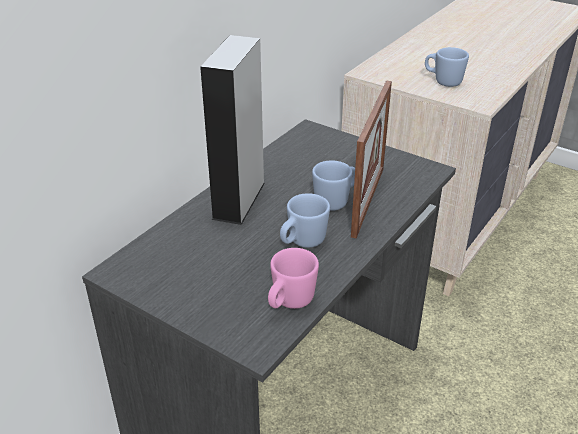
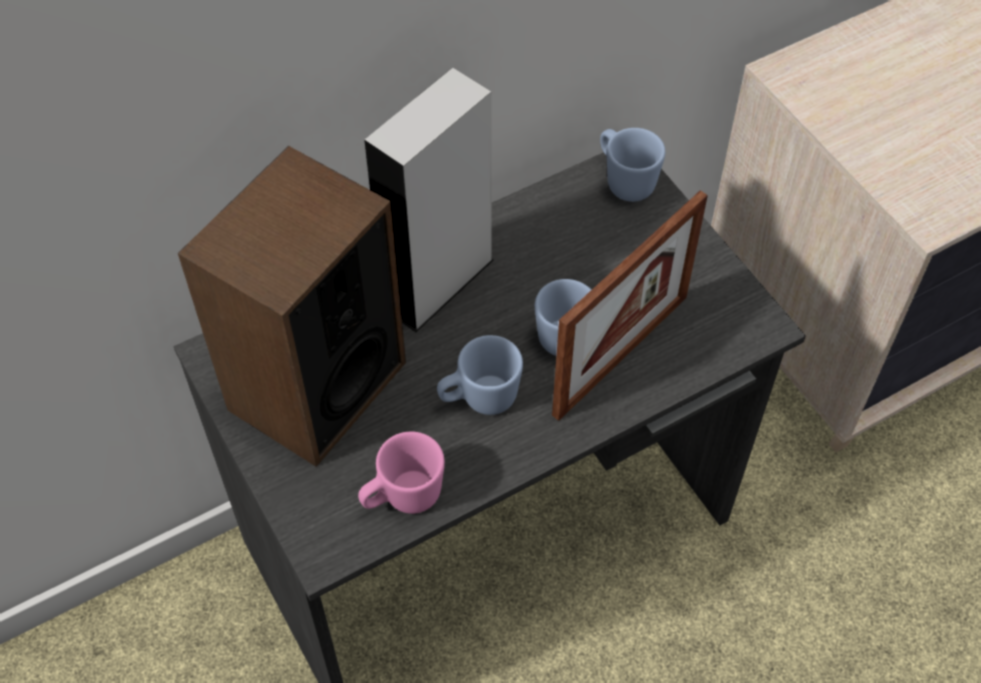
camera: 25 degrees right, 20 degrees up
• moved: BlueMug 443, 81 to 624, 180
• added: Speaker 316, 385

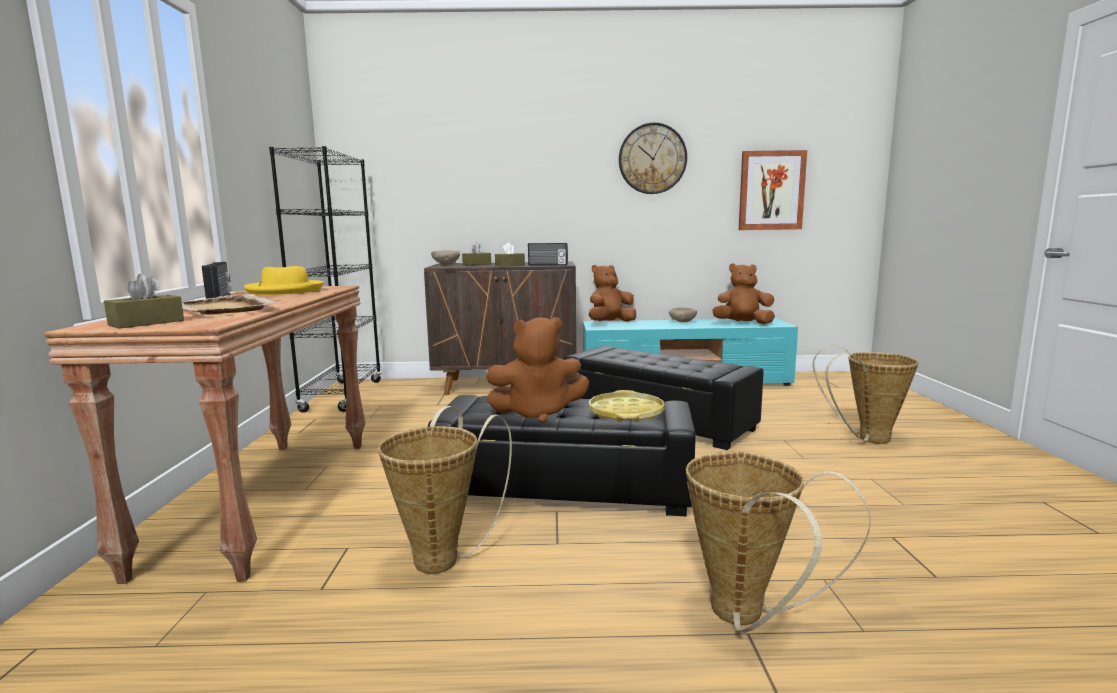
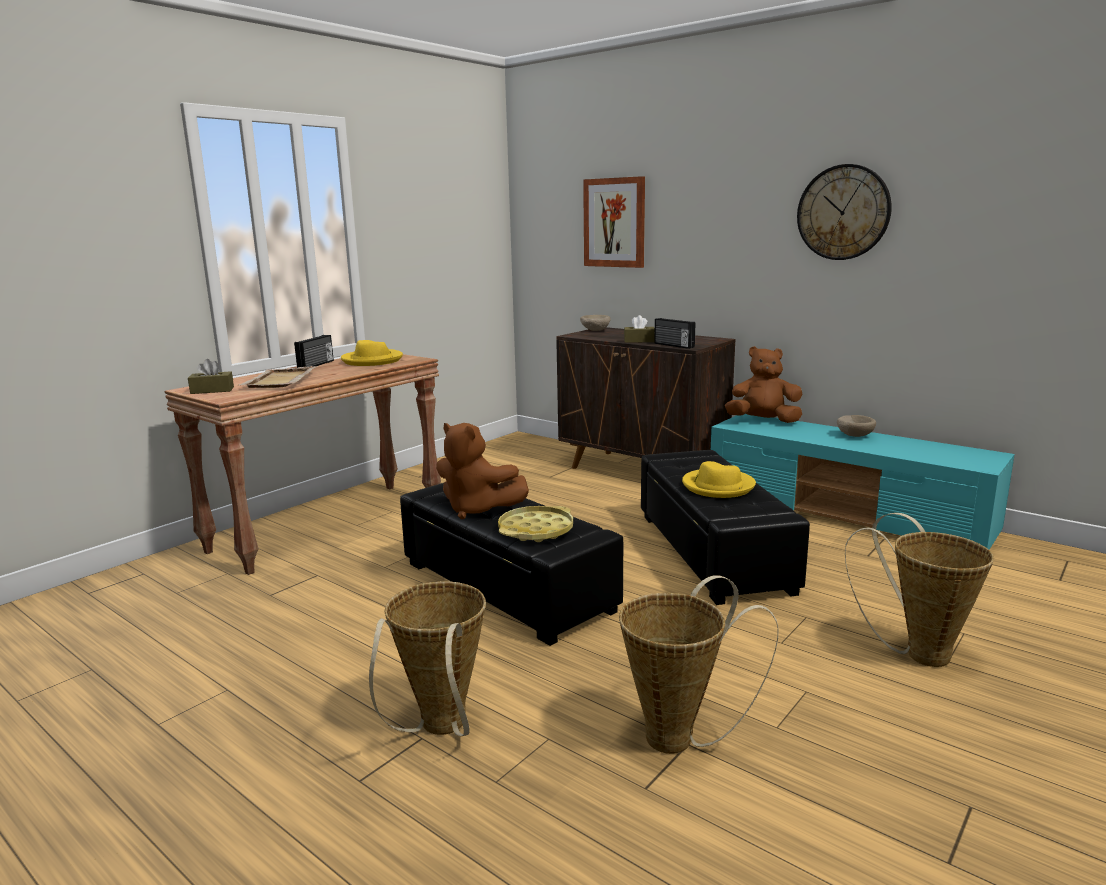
camera: 40 degrees right, 5 degrees up
• removed: BlackBookcase 343, 396
• moved: Picture 771, 190 to 614, 223
• removed: BrownTissueBox 477, 264
• removed: BrownPlushToy 742, 323
• moved: Basket 444, 557 to 680, 737
• added: YellowHat 718, 486

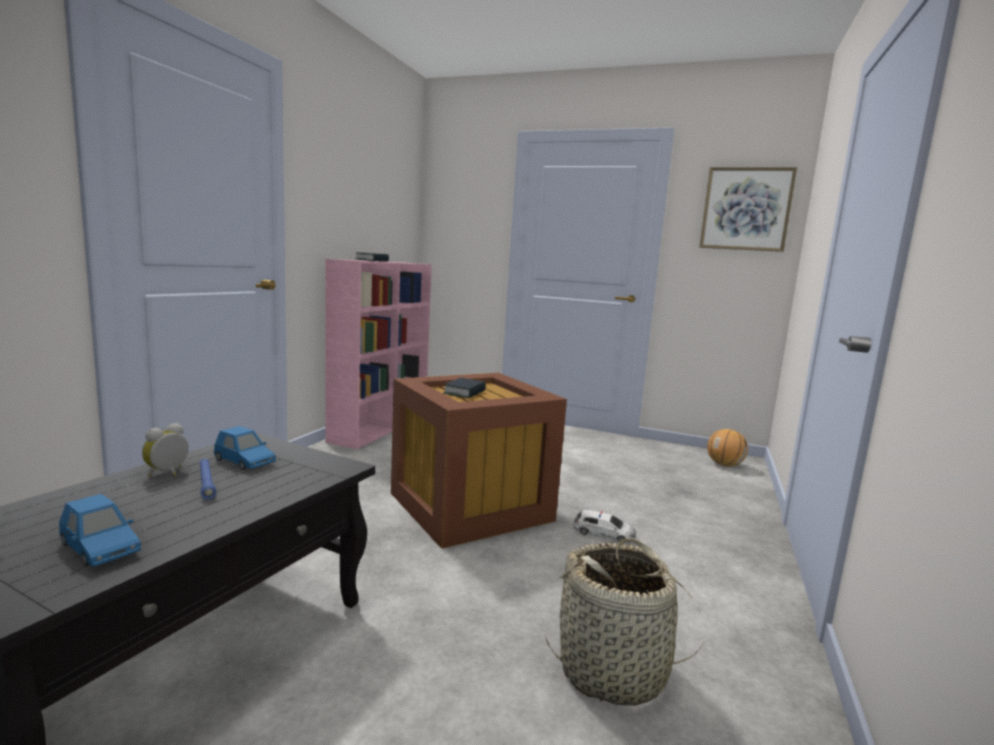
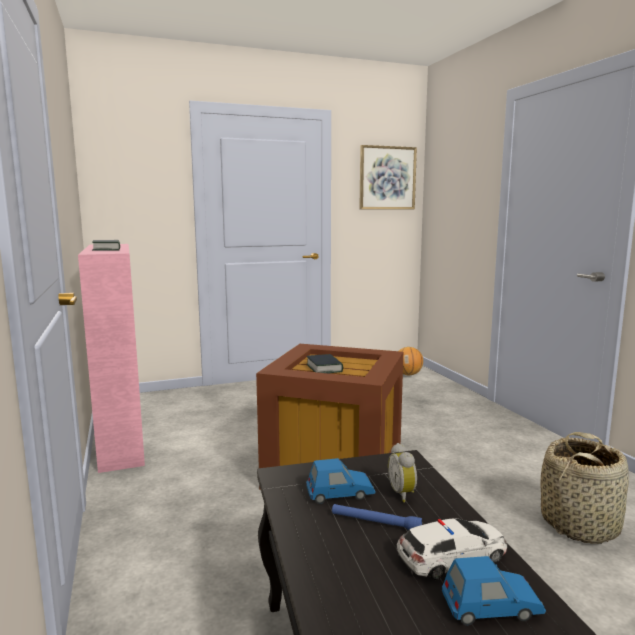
camera: 40 degrees left, 0 degrees up
• moved: AlarmClock 168, 473 to 403, 493
• moved: ToyCar 604, 533 to 452, 557

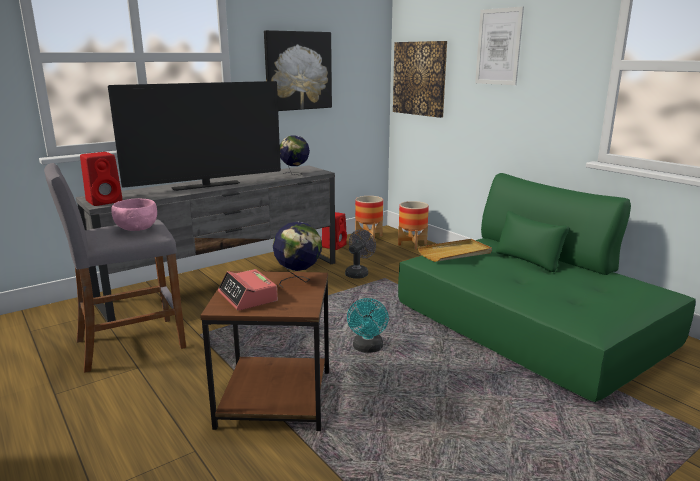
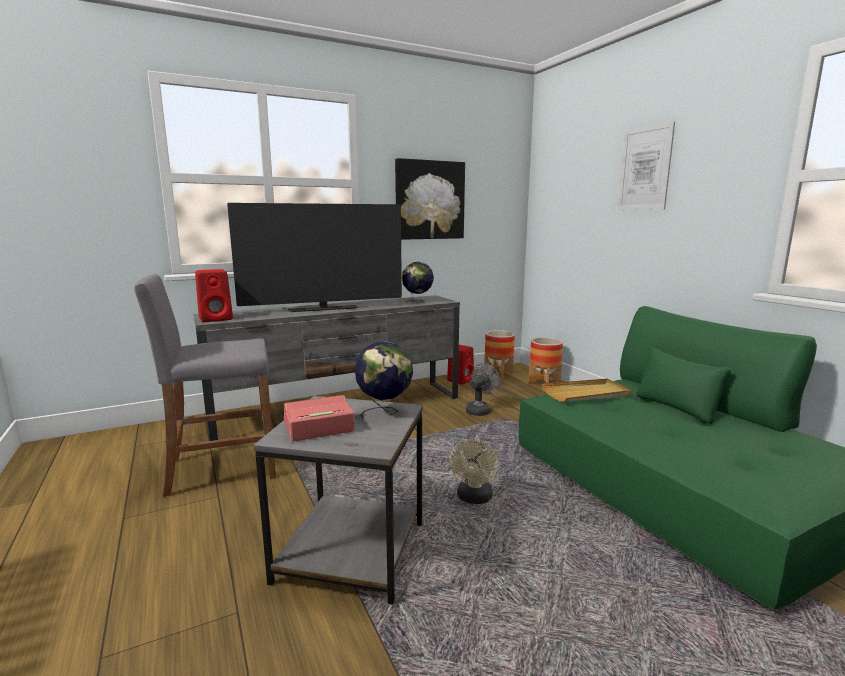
camera: 10 degrees right, 5 degrees down
• removed: Picture 419, 78
• removed: PinkBowl 136, 228
• turned: AlarmClock 248, 297 = 318, 427 90 degrees clockwise
• recoloured: BrownSideTable 273, 399 to GreySideTable 349, 553
• recoloured: TurquoiseFan 367, 349 to BeigeFan 474, 498

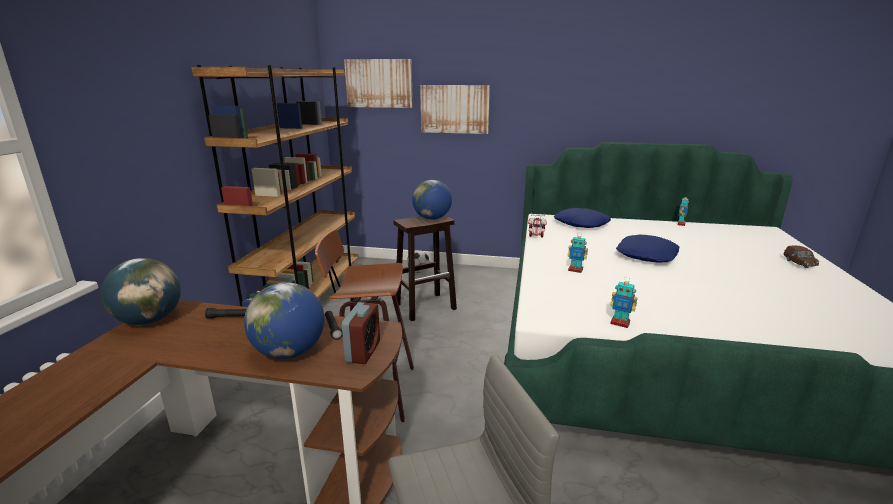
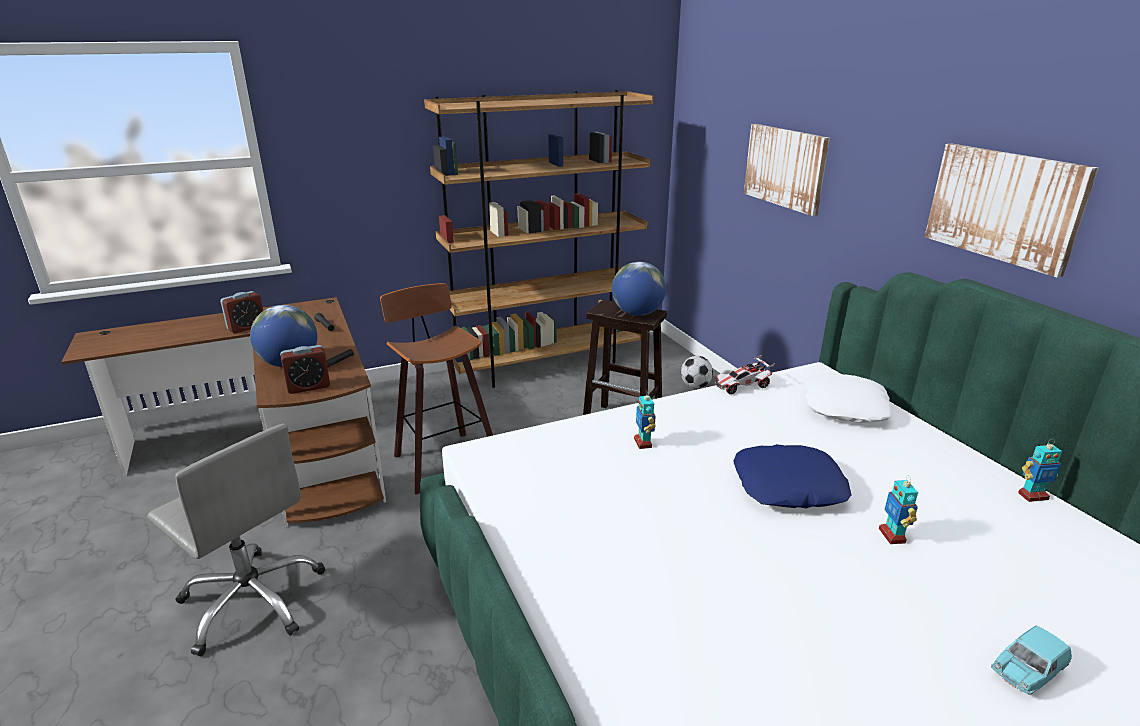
camera: 55 degrees right, 5 degrees up
• moved: Picture 379, 83 to 1004, 206
• recoloured: BluePillow 581, 224 to WhitePillow 844, 407
• recoloured: BrownToyCar 799, 264 to TurquoiseToyCar 1026, 673
• removed: Globe 149, 320
• moved: ToyRobot 620, 323 to 892, 536
• added: AlarmClock 246, 327

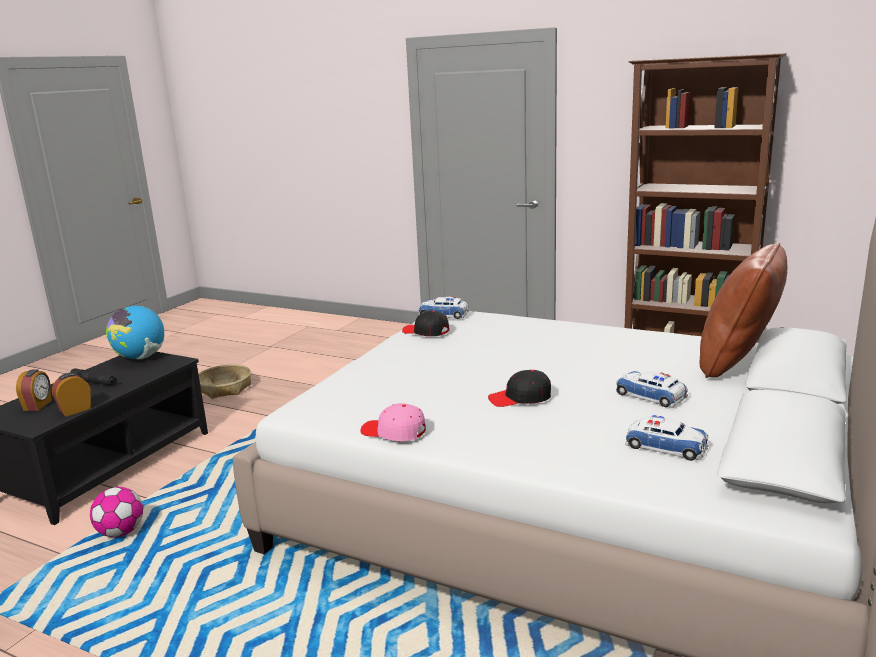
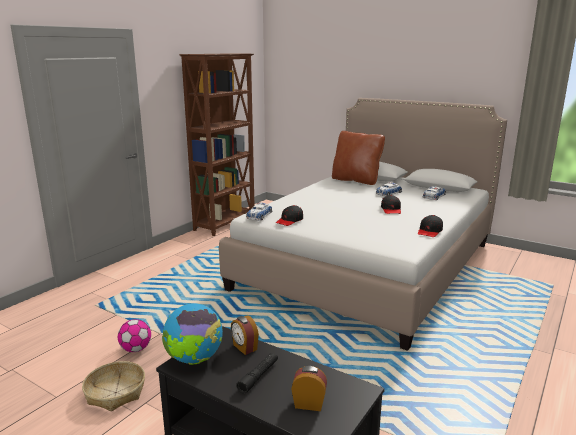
camera: 85 degrees left, 0 degrees up
• moved: AlarmClock 75, 410 to 244, 347
• recoloured: PinkCap 394, 432 to BlackCap 430, 231
• moved: Football 121, 532 to 136, 349

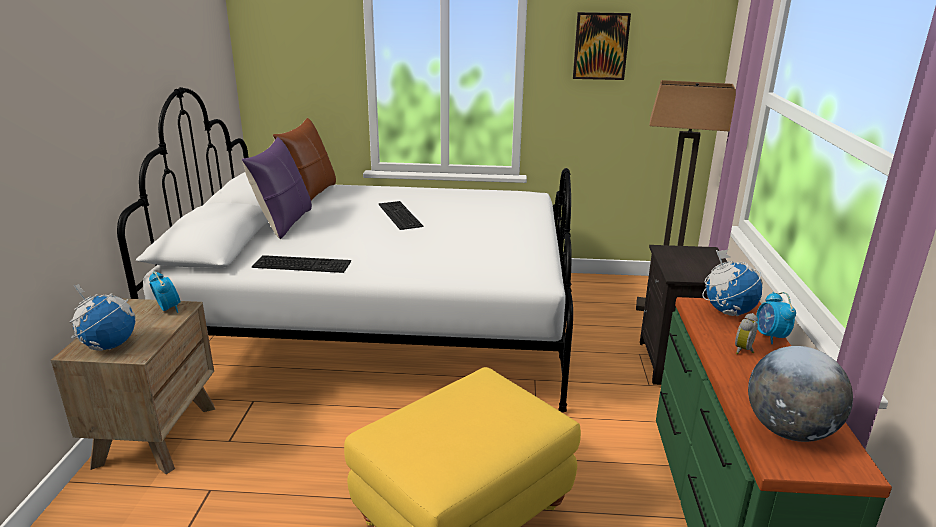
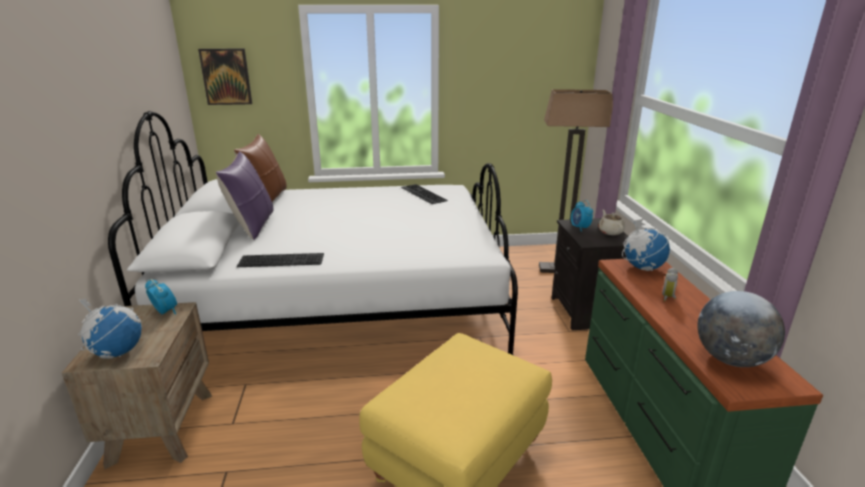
camera: 10 degrees left, 0 degrees up
• moved: Picture 600, 46 to 226, 76
• moved: Keyboard 398, 215 to 422, 194
• moved: AlarmClock 770, 336 to 579, 228
• added: BeigeTeapot 610, 231

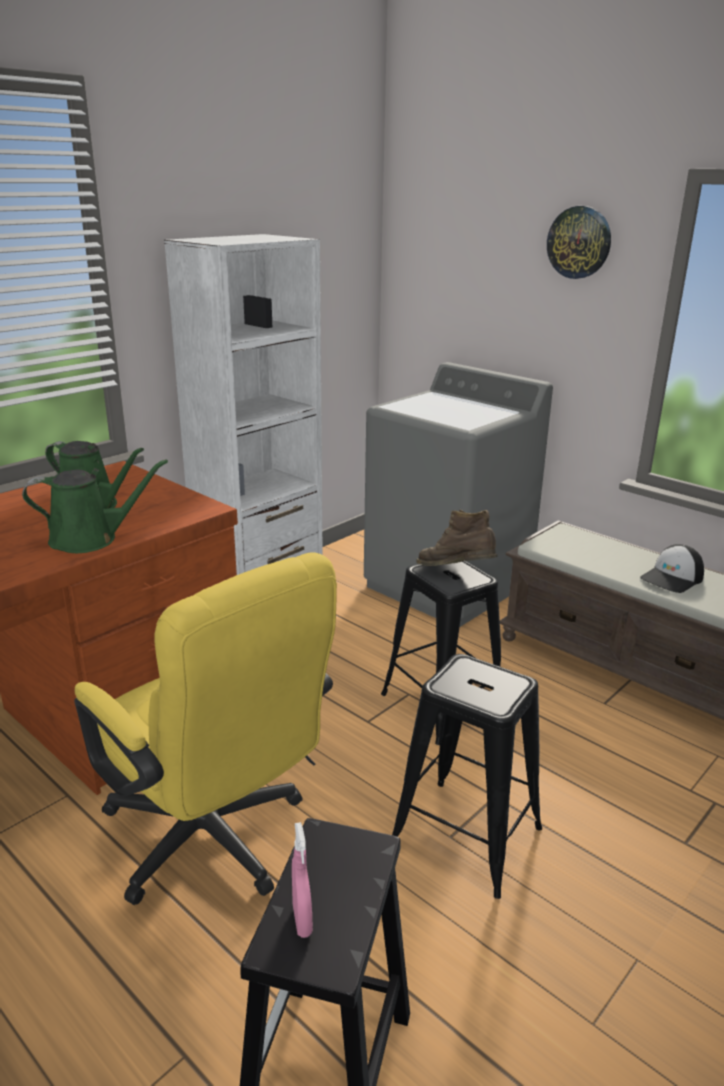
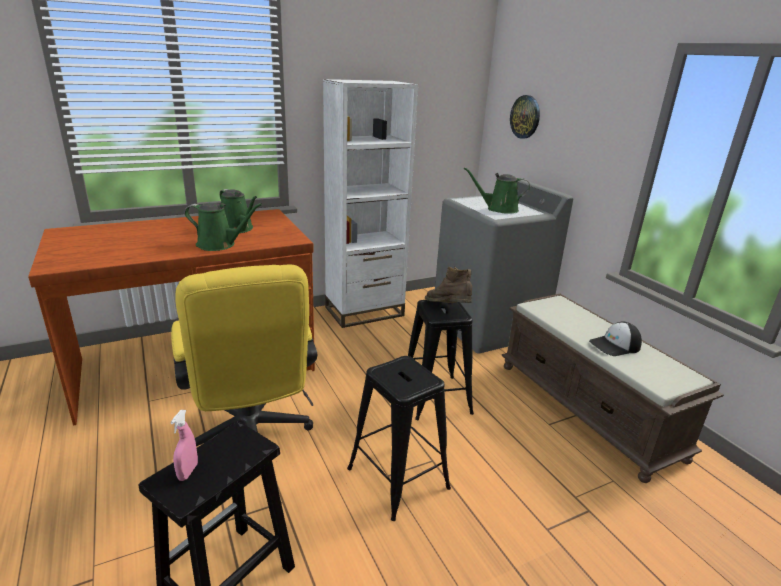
camera: 20 degrees right, 0 degrees up
• moved: WallClock 579, 242 to 525, 117
• added: GreenWateringCan 499, 209

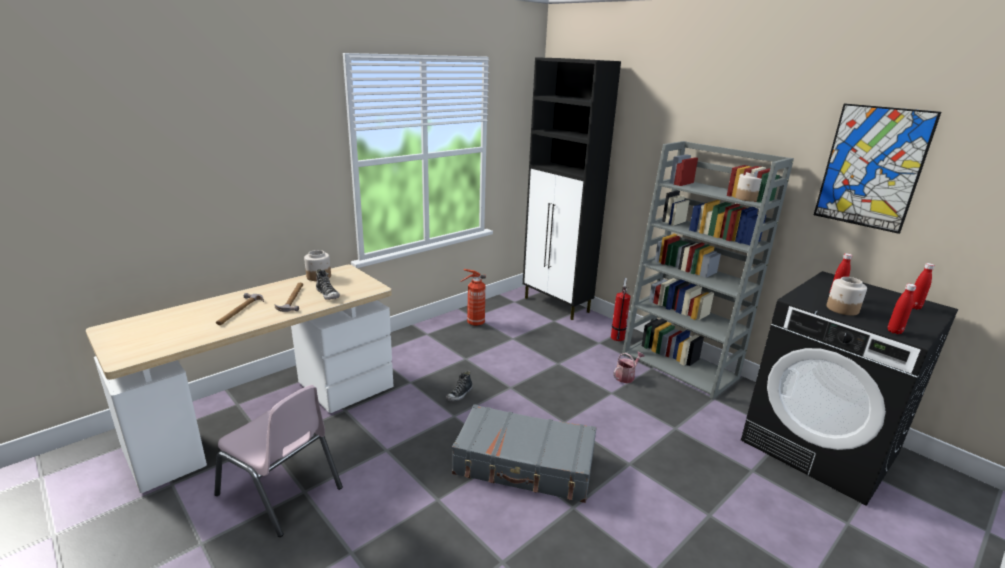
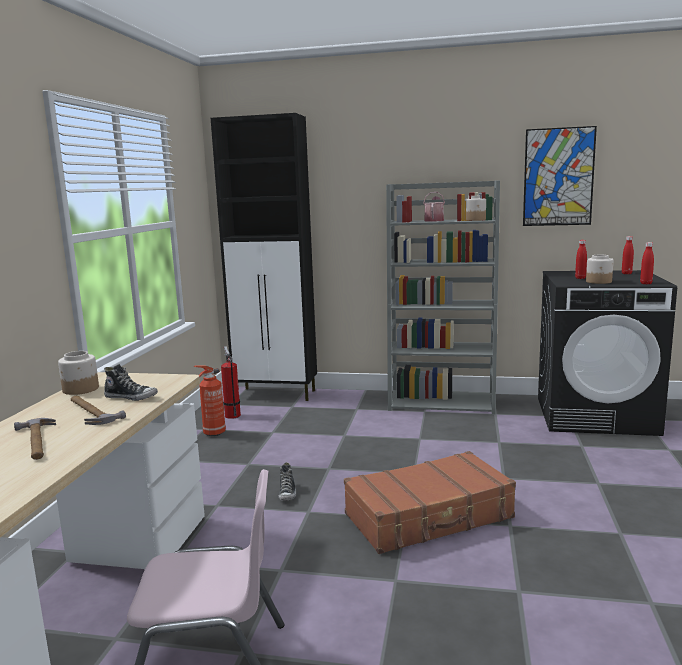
camera: 35 degrees left, 10 degrees down
• moved: FireExtinguisher 617, 336 to 232, 415
• moved: WateringCan 626, 376 to 434, 220
• recoloured: GreySuitcase 524, 465 to BrownSuitcase 429, 517

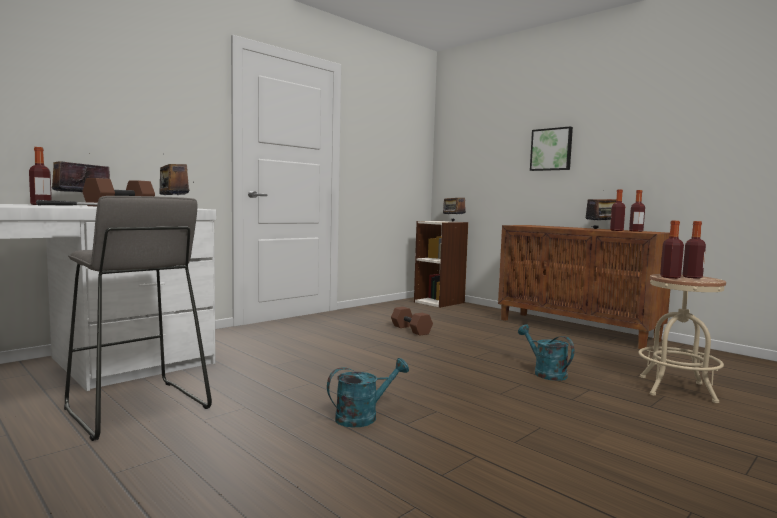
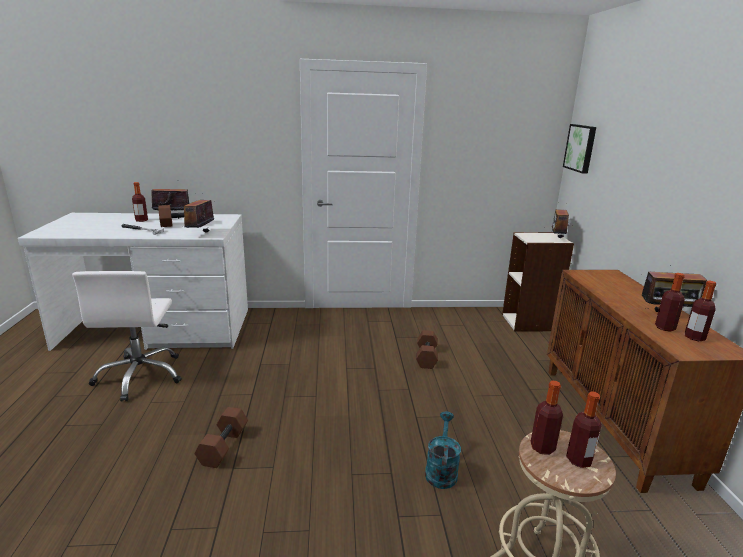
camera: 40 degrees right, 15 degrees up
• moved: Picture 551, 149 to 581, 148
• replaced: GreyStool 136, 408 to WhiteOfficeChair 140, 376
• replaced: TurquoiseWateringCan 363, 417 to BrownDumbbell 223, 446

